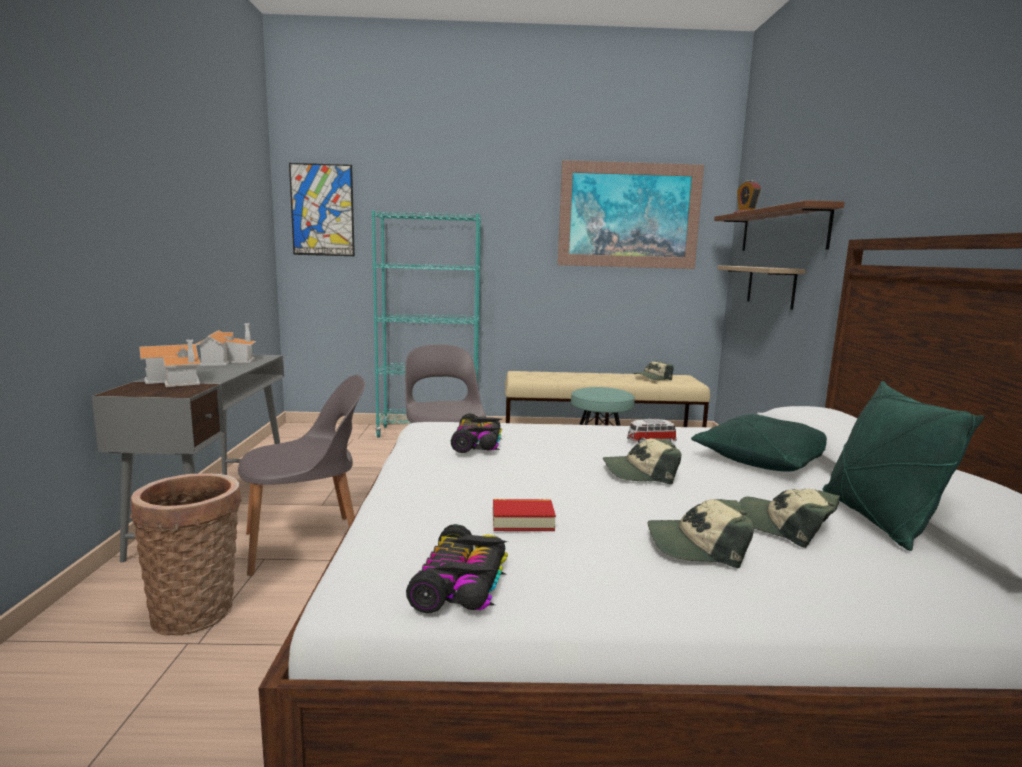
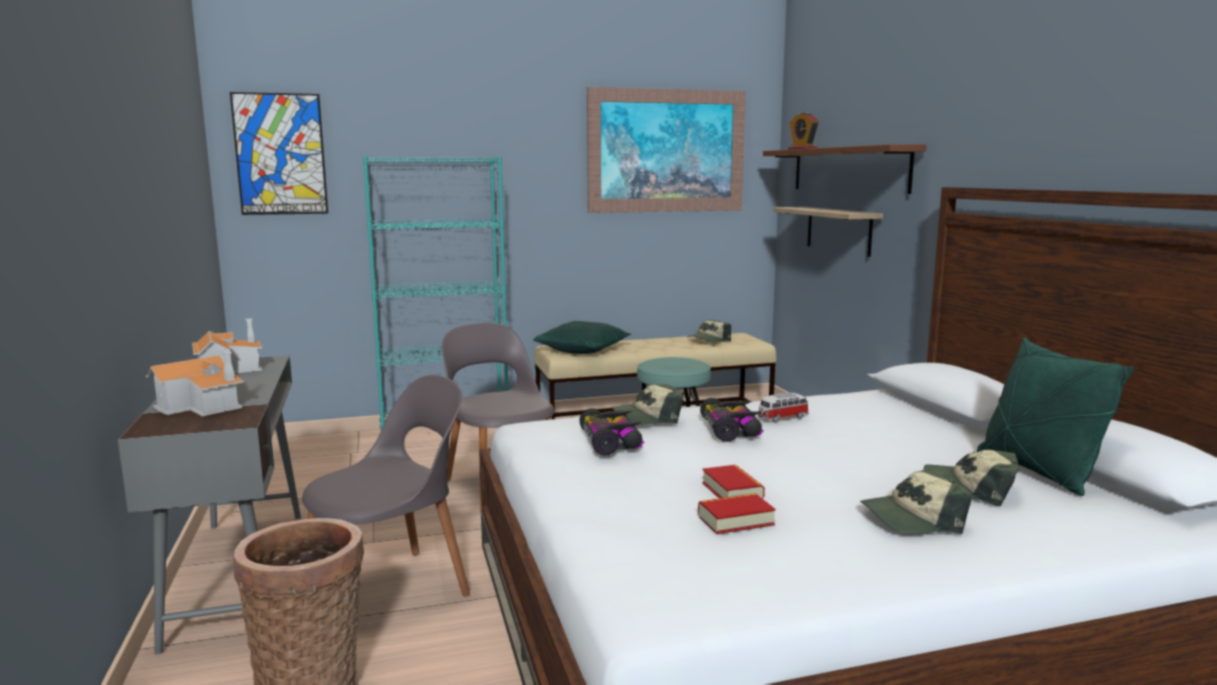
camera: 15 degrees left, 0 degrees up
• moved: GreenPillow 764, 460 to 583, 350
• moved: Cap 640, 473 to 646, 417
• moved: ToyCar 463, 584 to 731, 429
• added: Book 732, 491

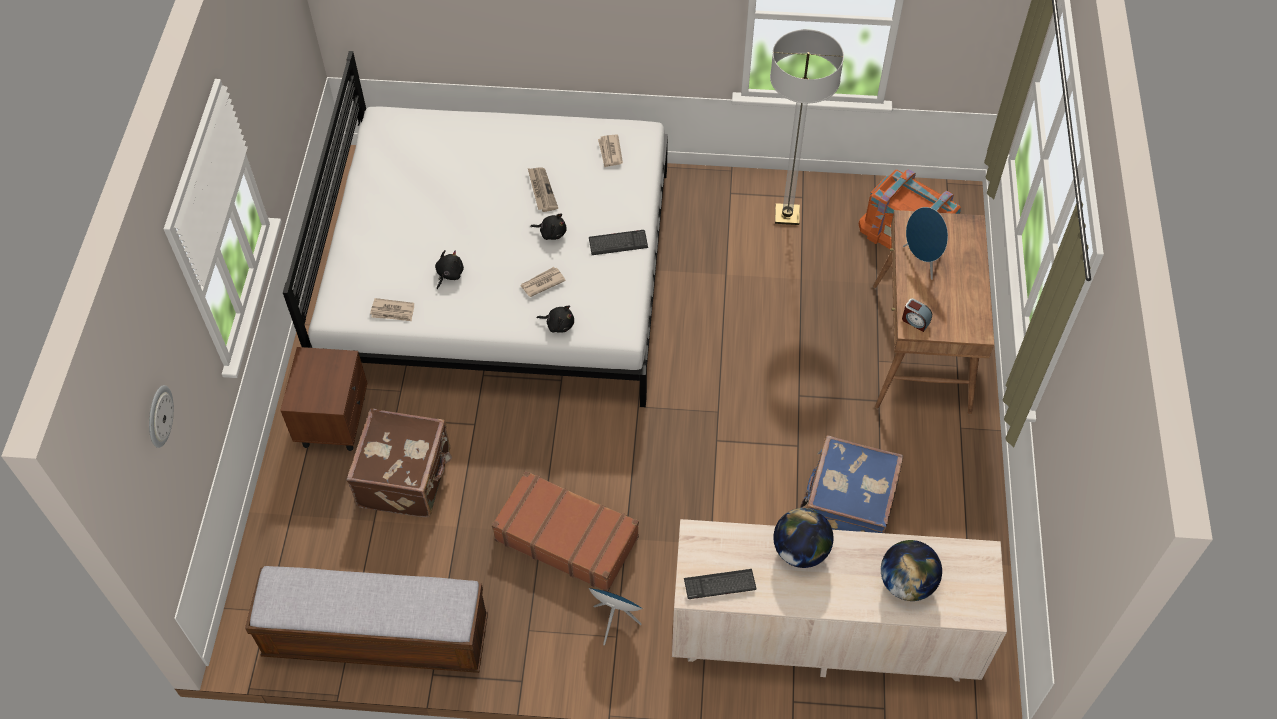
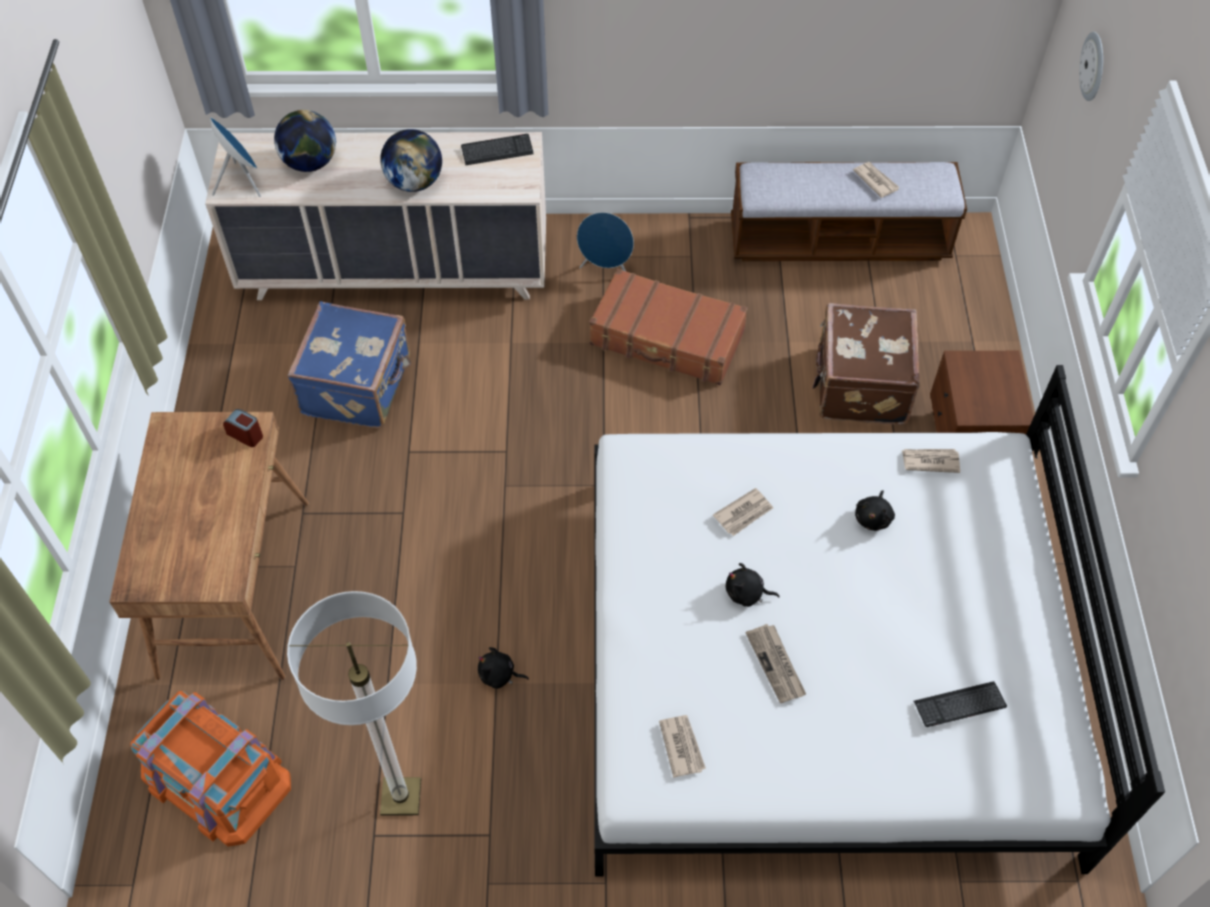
camera: 175 degrees right, 0 degrees up
• moved: BlueSpeaker 922, 261 to 241, 182
• moved: Keyboard 618, 243 to 959, 705
• moved: BlackPlushToy 558, 324 to 499, 675
• added: Newspaper 875, 180

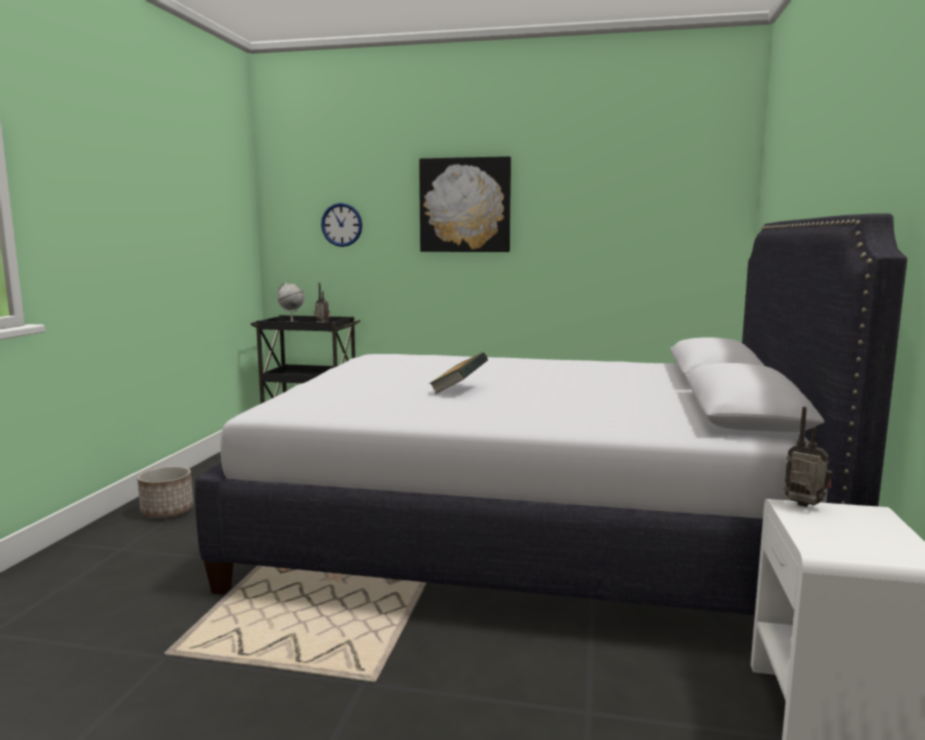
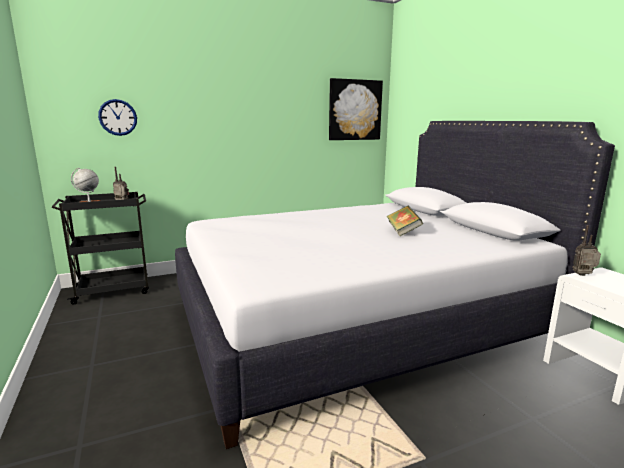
camera: 35 degrees left, 5 degrees up
• moved: Picture 465, 205 to 354, 110
• moved: Book 459, 390 to 403, 231
• removed: Planter 167, 512

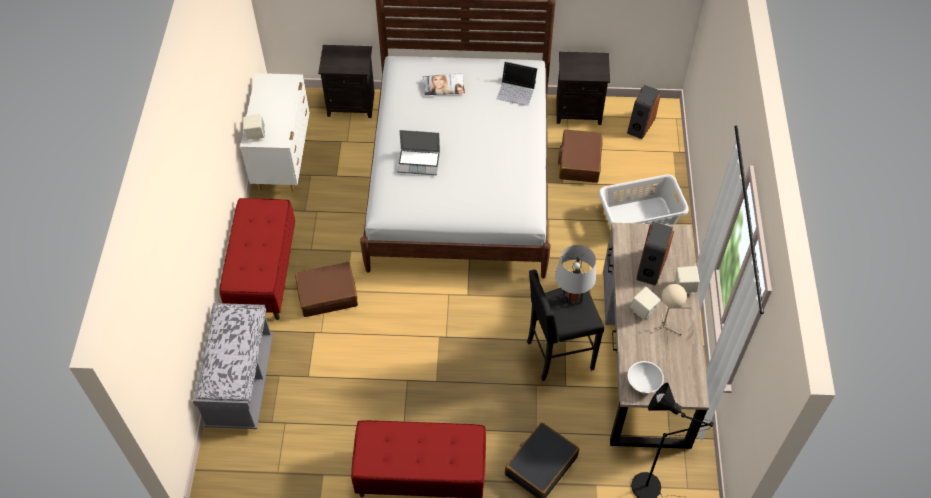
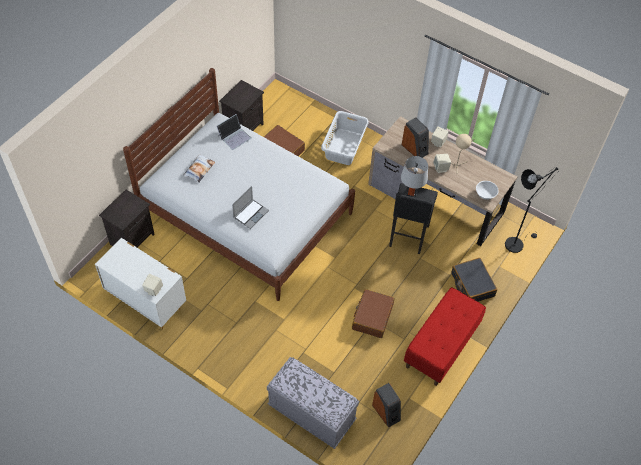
camera: 60 degrees left, 0 degrees up
• moved: Speaker 640, 125 to 386, 412
• removed: RedBench 263, 273
• moved: BrownSuitcase 327, 294 to 372, 317

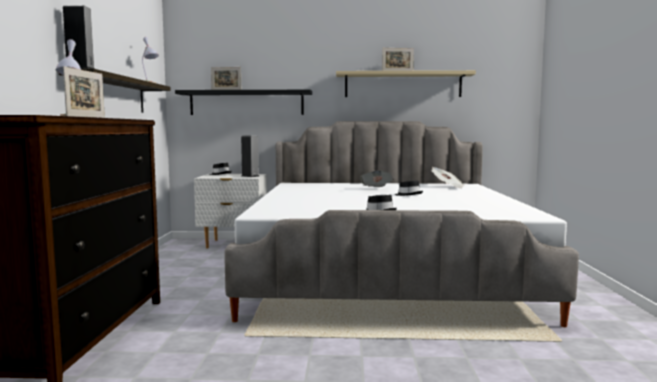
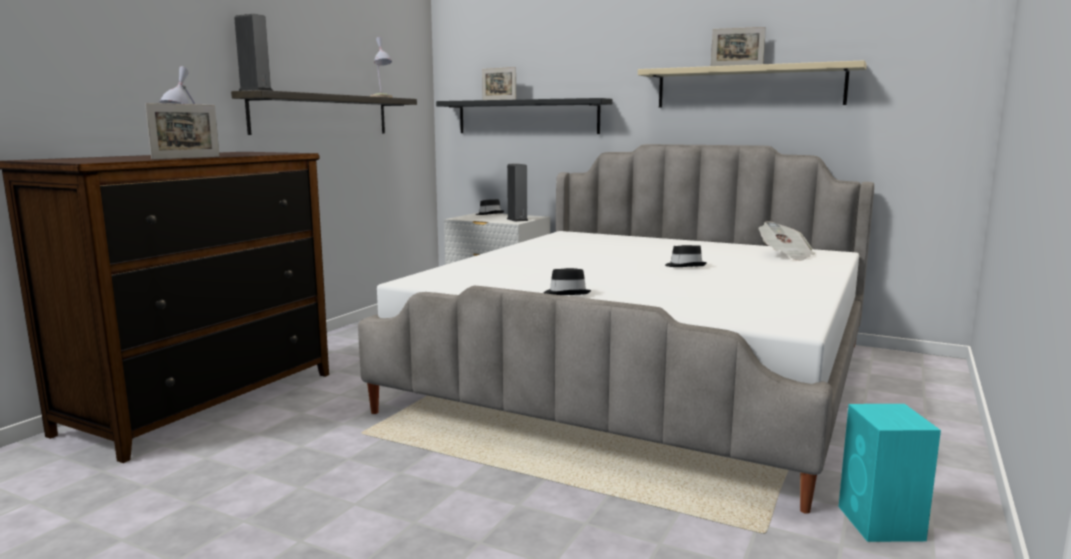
camera: 25 degrees right, 5 degrees up
• removed: Newspaper 376, 189
• added: TurquoiseSpeaker 881, 524

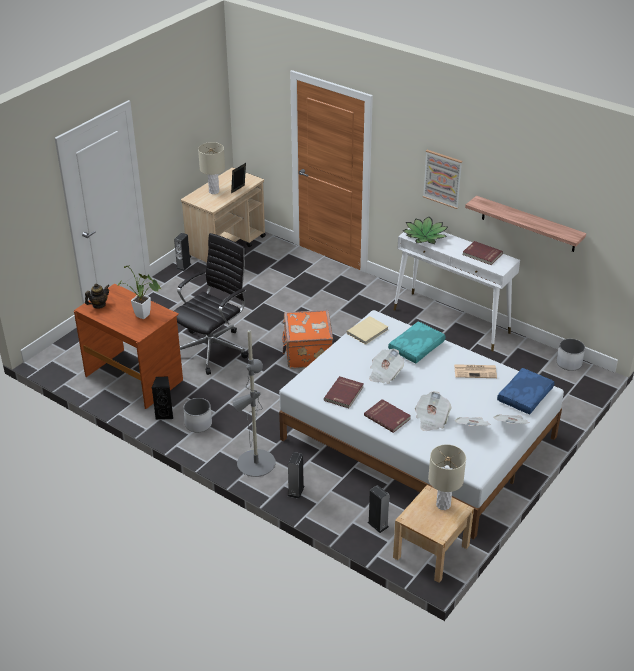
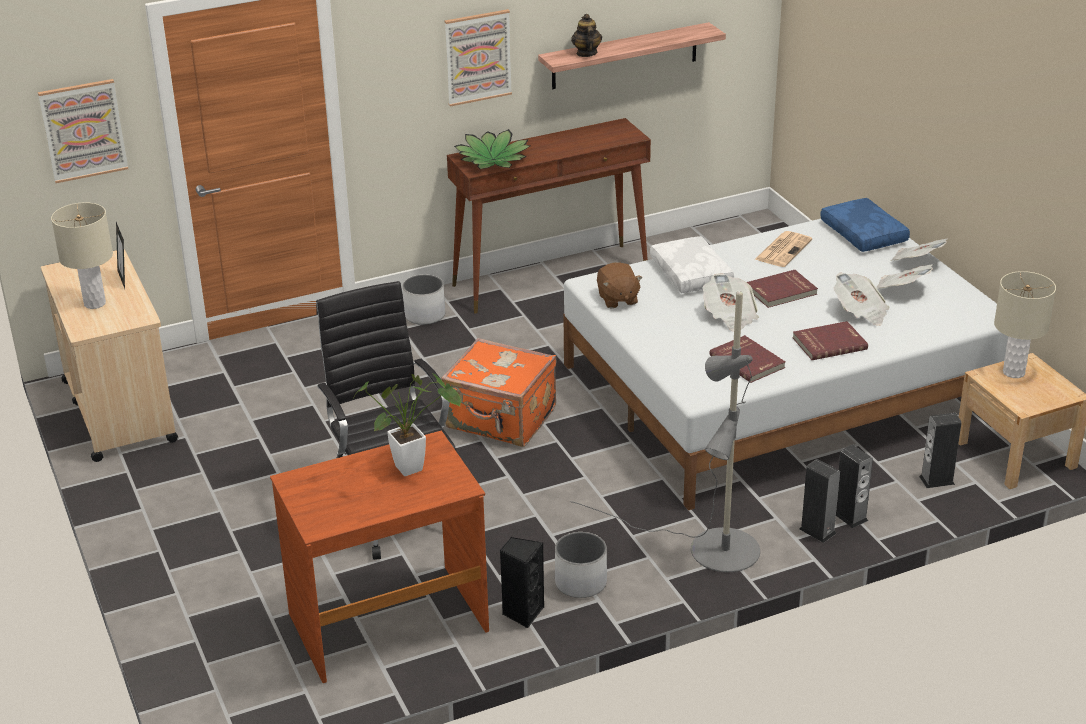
camera: 60 degrees left, 5 degrees down
• recoloured: WhiteConsoleTable 451, 321 to BrownConsoleTable 551, 278
• moved: Speaker 183, 266 to 849, 516
• moved: RedBook 482, 254 to 781, 291
• moved: Teapot 99, 305 to 586, 53
• replaced: BeigeBook 368, 332 to BrownPlushToy 617, 299
• recoloured: TurquoisePillow 417, 348 to WhitePillow 692, 274
• moved: WhitePlanter 569, 363 to 425, 315
• added: Picture 83, 130

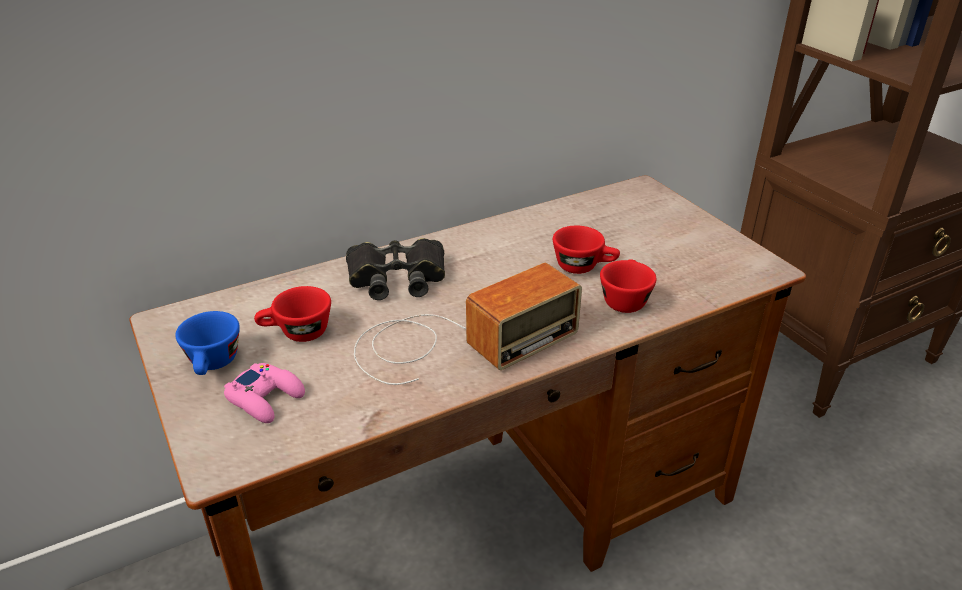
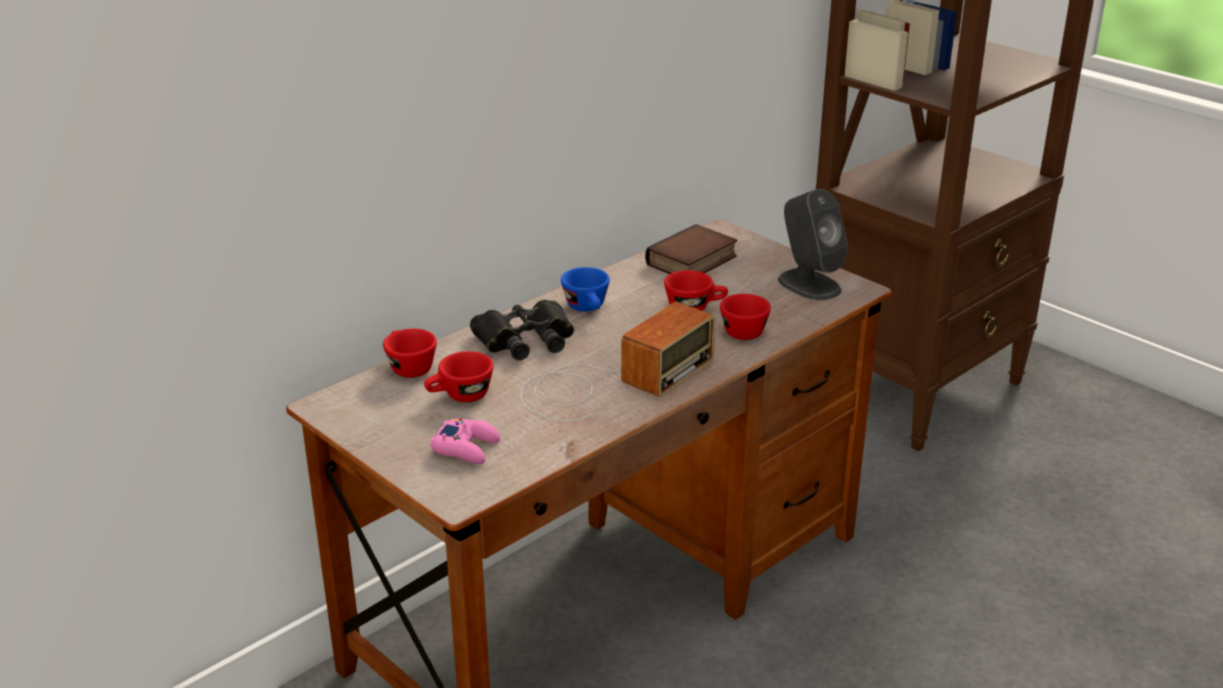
camera: 15 degrees left, 5 degrees down
• moved: BlueCup 213, 365 to 588, 308
• added: GreySpeaker 808, 284
• added: Book 692, 262
• added: RedCup 408, 367

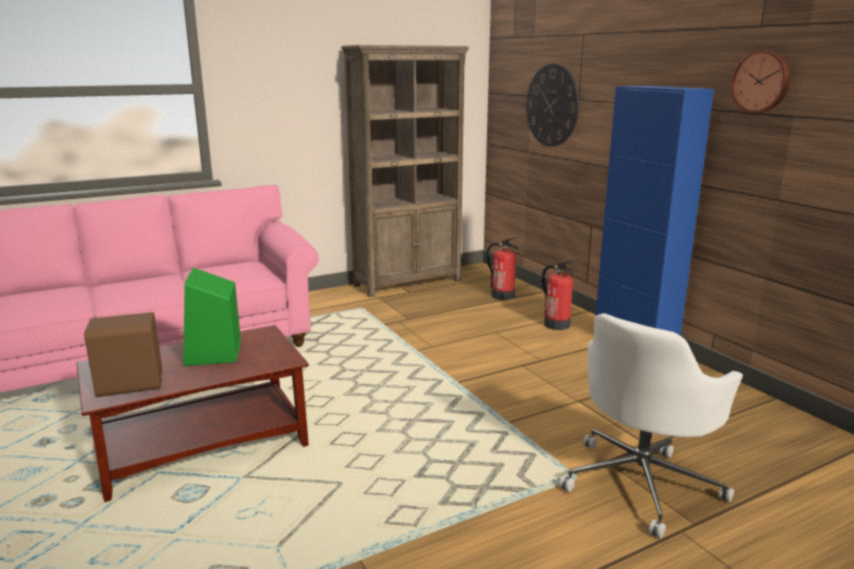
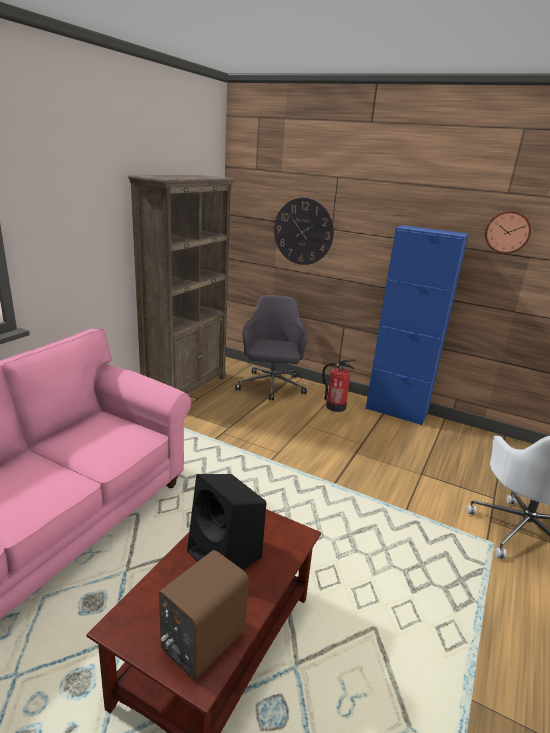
camera: 35 degrees left, 5 degrees up
• replaced: FireExtinguisher 502, 295 to GreyOfficeChair 271, 386
• recoloured: GreenSpeaker 213, 354 to BlackSpeaker 226, 555

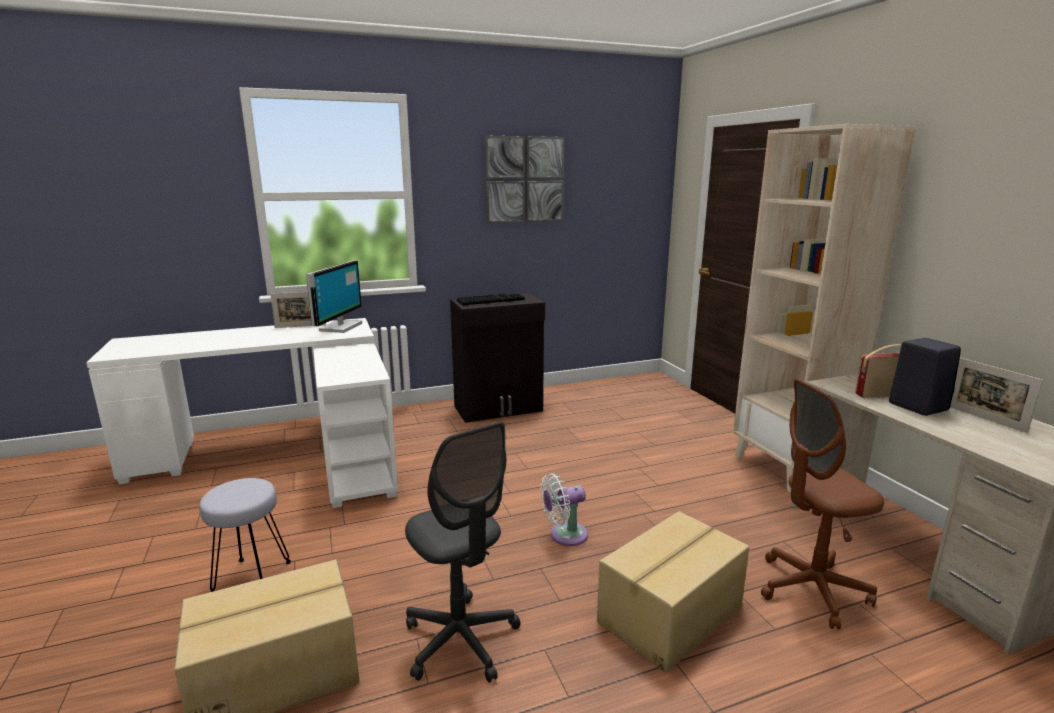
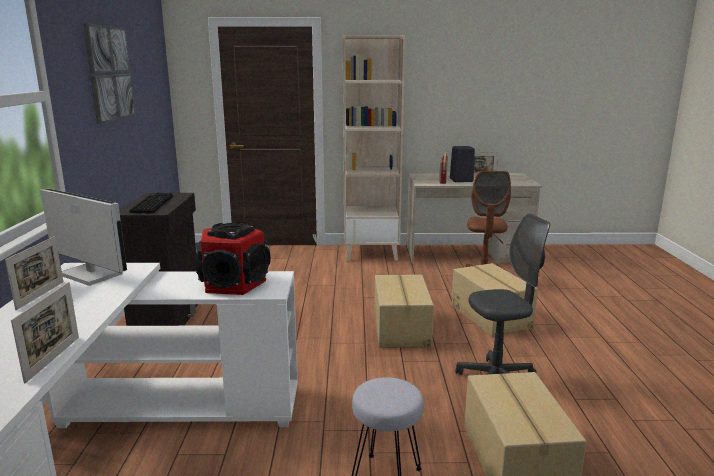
camera: 70 degrees left, 0 degrees up
• replaced: WhiteFan 564, 535 to CardboardBox 402, 328
• added: Speaker 233, 283
• added: PictureFrame 53, 359

